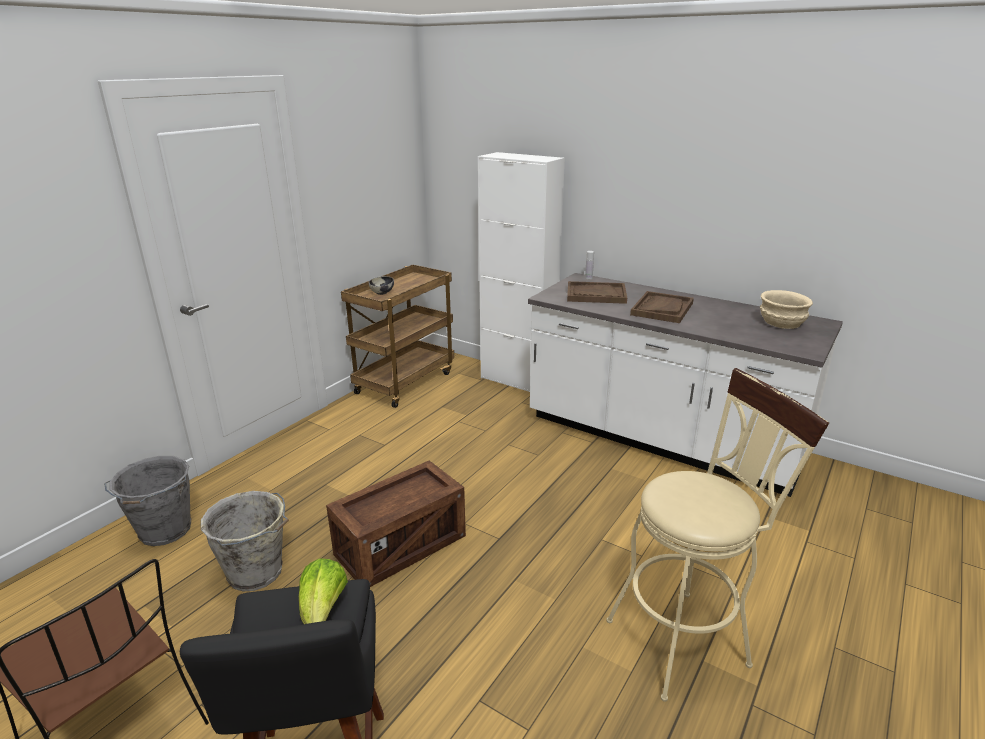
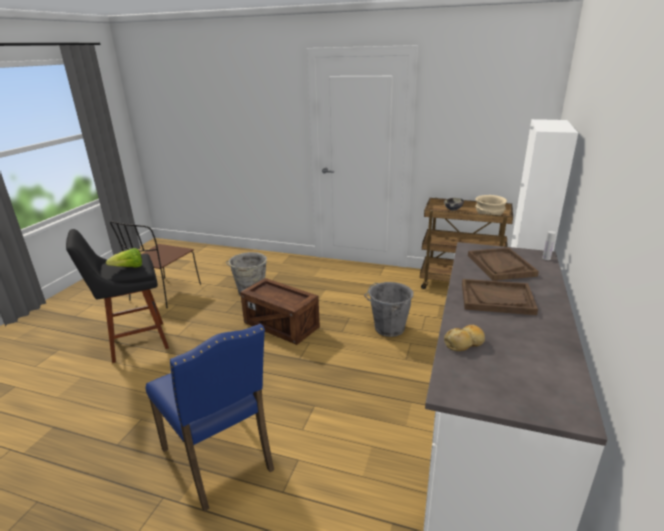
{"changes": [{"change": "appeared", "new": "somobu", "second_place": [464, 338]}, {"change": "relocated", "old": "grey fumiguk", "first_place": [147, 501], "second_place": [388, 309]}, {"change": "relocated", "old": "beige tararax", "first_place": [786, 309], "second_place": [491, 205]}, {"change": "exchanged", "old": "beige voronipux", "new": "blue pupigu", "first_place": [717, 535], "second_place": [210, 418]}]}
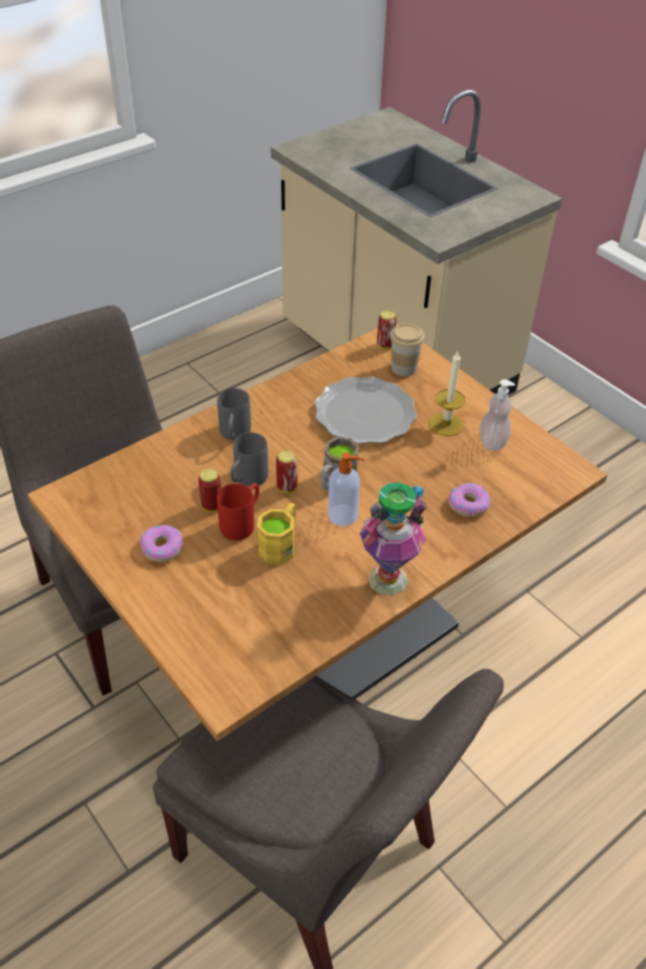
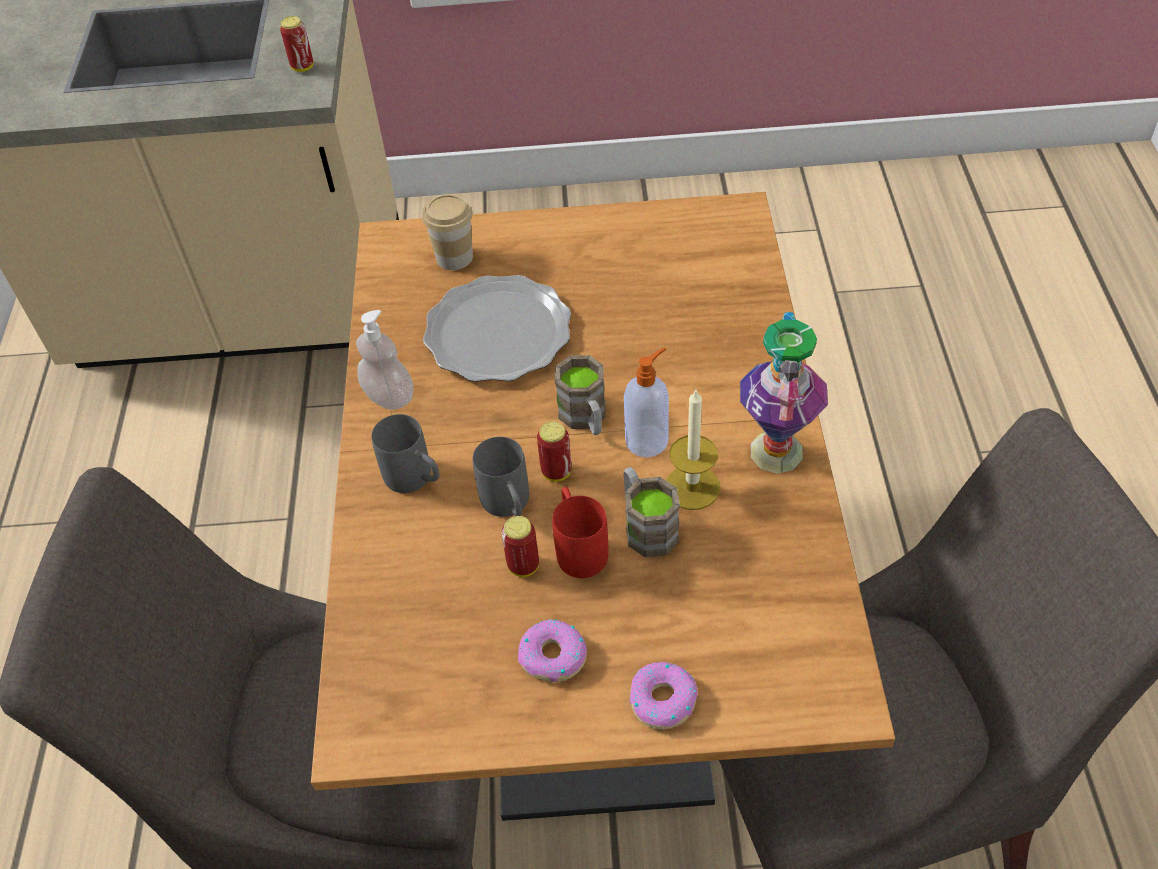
{"changes": [{"change": "relocated", "old": "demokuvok", "first_place": [386, 330], "second_place": [297, 44]}, {"change": "relocated", "old": "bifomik", "first_place": [447, 393], "second_place": [693, 450]}, {"change": "relocated", "old": "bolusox", "first_place": [469, 500], "second_place": [664, 696]}, {"change": "relocated", "old": "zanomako", "first_place": [497, 415], "second_place": [384, 360]}, {"change": "colour", "old": "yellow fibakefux", "new": "brown fibakefux", "first_place": [276, 534], "second_place": [651, 512]}]}
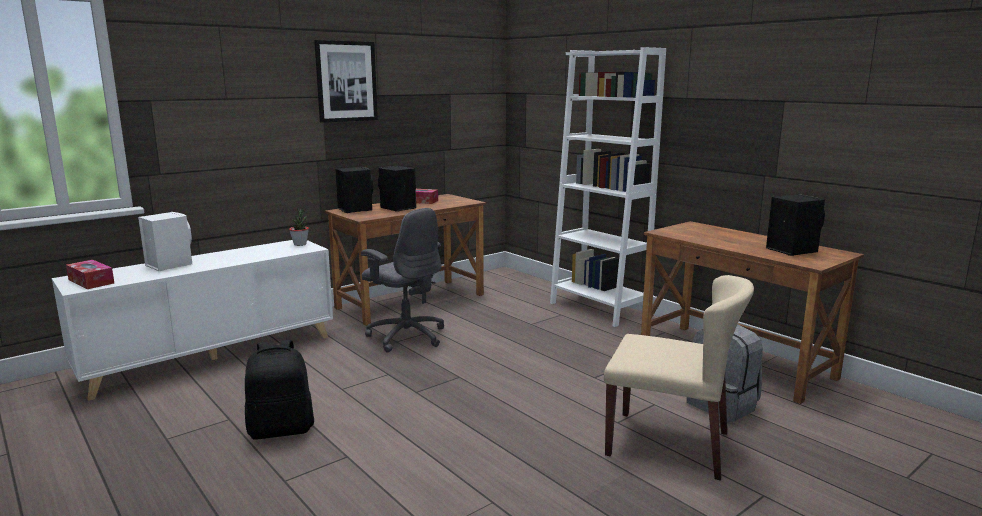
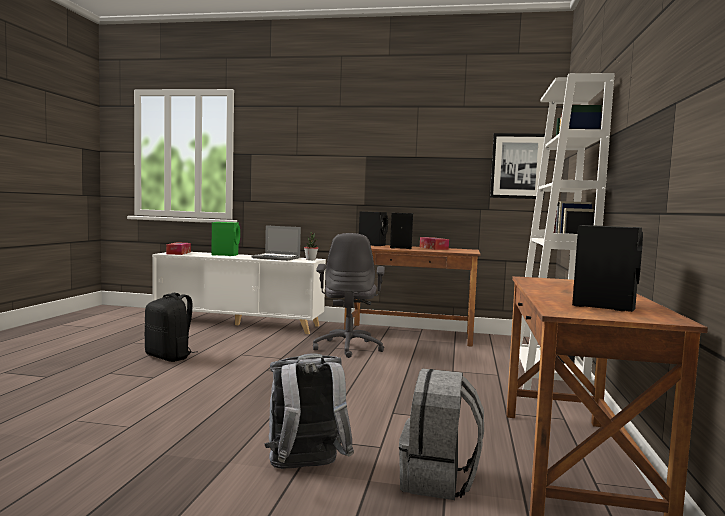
{"changes": [{"change": "appeared", "new": "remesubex", "second_place": [276, 243]}, {"change": "relocated", "old": "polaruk", "first_place": [346, 81], "second_place": [517, 166]}, {"change": "exchanged", "old": "beige pupigu", "new": "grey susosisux", "first_place": [679, 378], "second_place": [309, 411]}, {"change": "colour", "old": "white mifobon", "new": "green mifobon", "first_place": [165, 241], "second_place": [225, 239]}]}
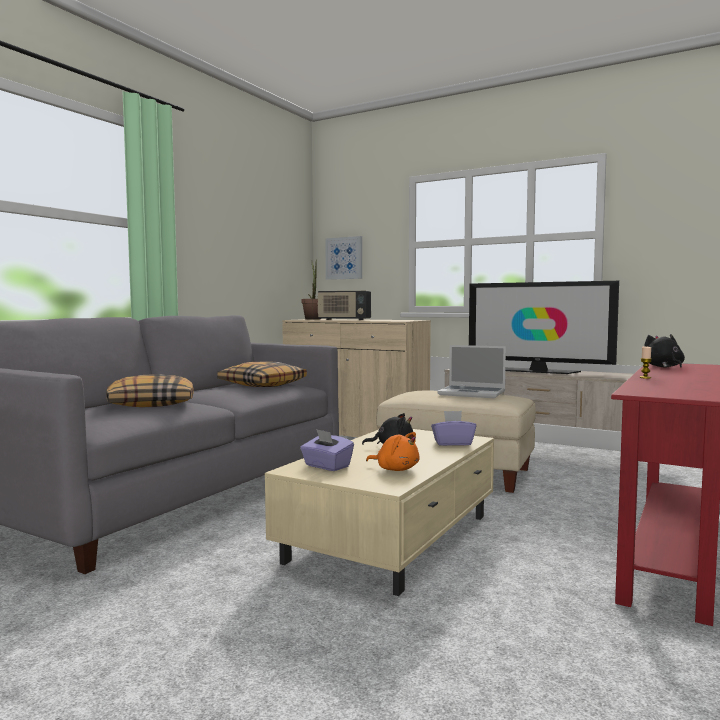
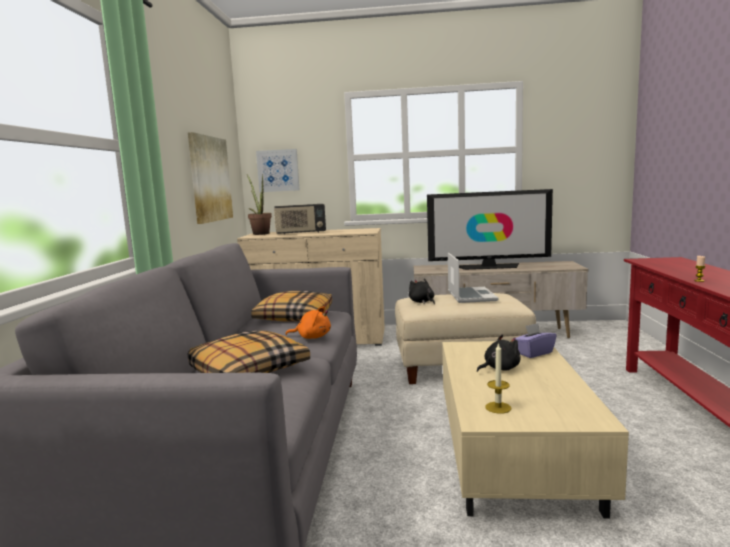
{"changes": [{"change": "appeared", "new": "polaruk", "second_place": [210, 178]}, {"change": "relocated", "old": "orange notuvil", "first_place": [393, 451], "second_place": [308, 322]}, {"change": "relocated", "old": "black notuvil", "first_place": [665, 351], "second_place": [422, 291]}, {"change": "exchanged", "old": "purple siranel", "new": "bifomik", "first_place": [327, 450], "second_place": [498, 378]}, {"change": "spun", "old": "remesubex", "first_place": [471, 371], "second_place": [473, 278], "degrees": -90}]}
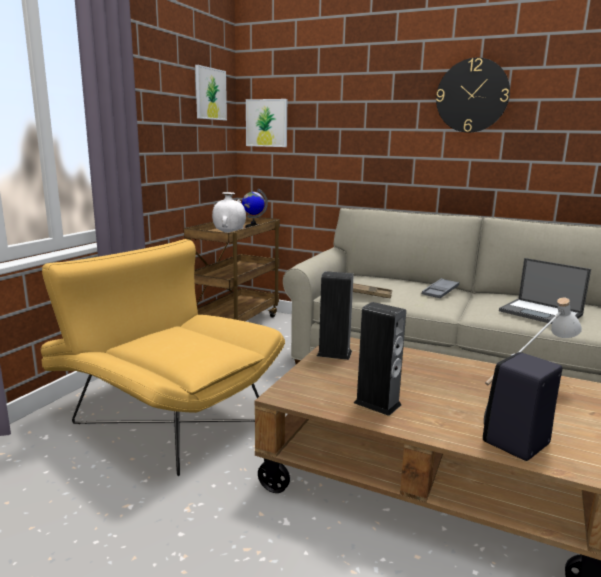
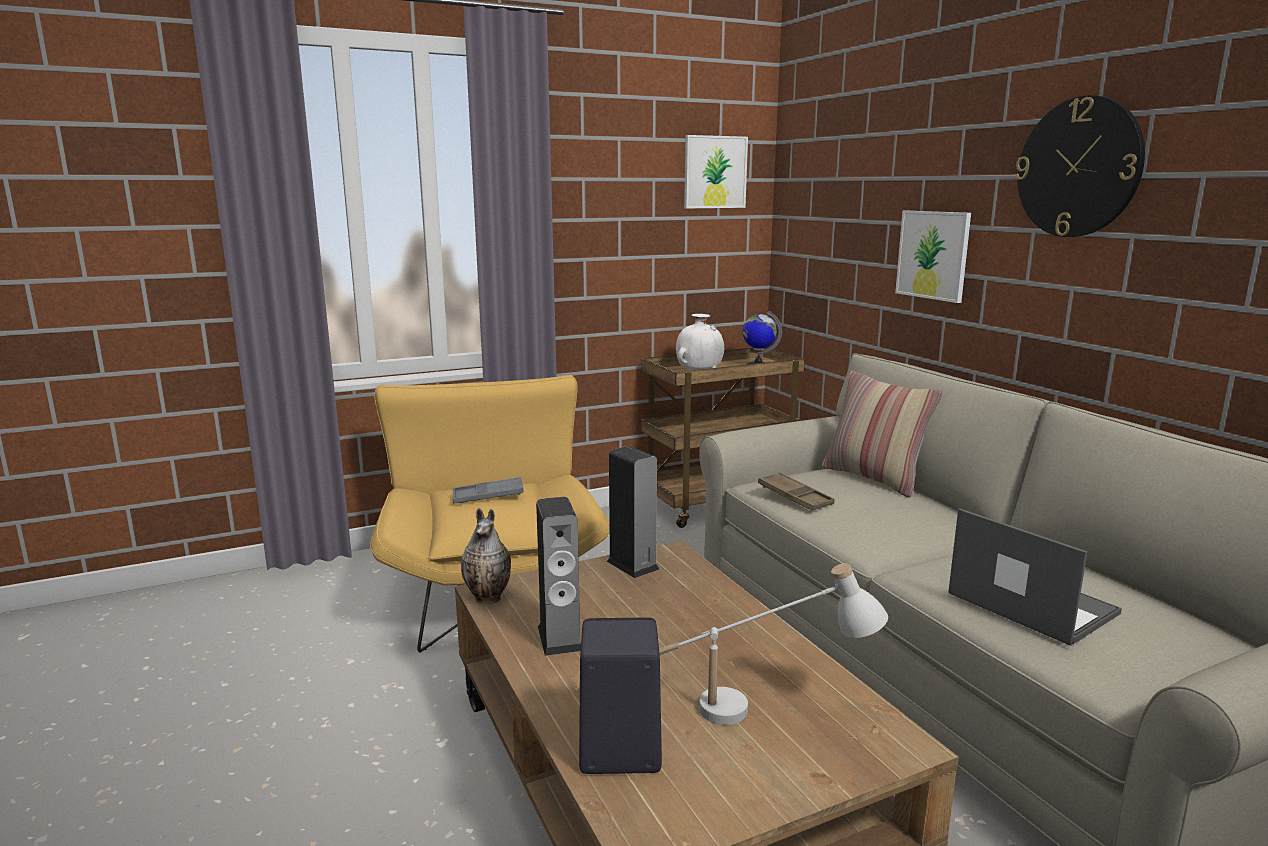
{"changes": [{"change": "appeared", "new": "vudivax", "second_place": [486, 556]}, {"change": "appeared", "new": "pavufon", "second_place": [882, 434]}, {"change": "relocated", "old": "polaruk", "first_place": [266, 123], "second_place": [933, 257]}, {"change": "relocated", "old": "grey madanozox", "first_place": [440, 288], "second_place": [488, 490]}, {"change": "spun", "old": "remesubex", "first_place": [545, 291], "second_place": [1035, 577], "degrees": 150}]}
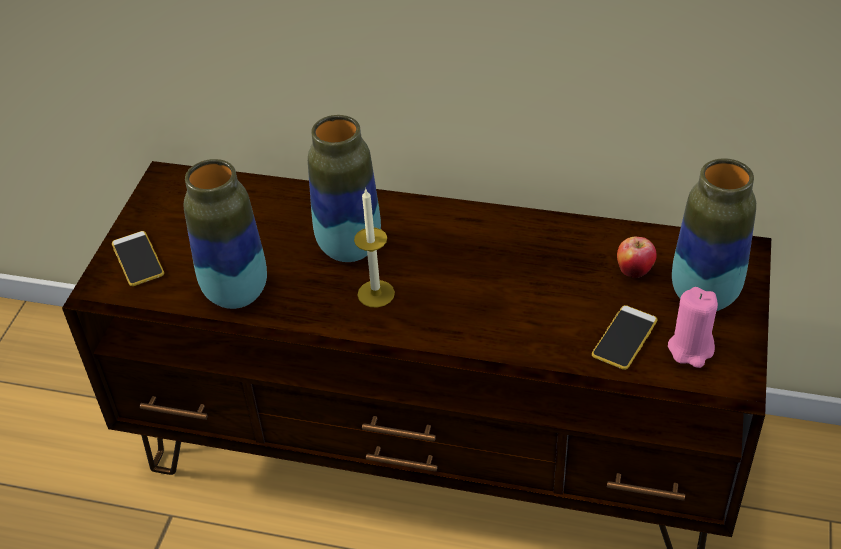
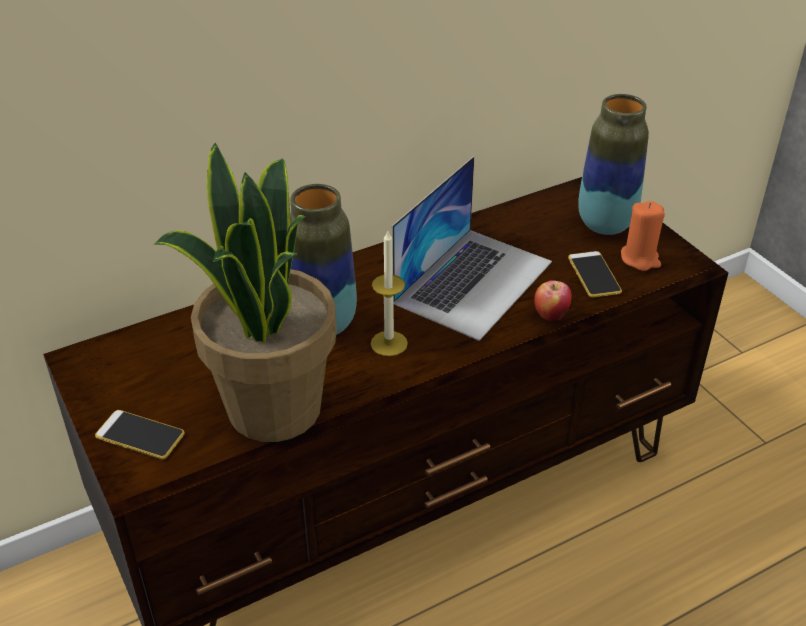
{"changes": [{"change": "appeared", "new": "remesubex", "second_place": [472, 248]}, {"change": "relocated", "old": "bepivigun", "first_place": [637, 257], "second_place": [553, 300]}, {"change": "exchanged", "old": "vudivax", "new": "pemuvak", "first_place": [225, 234], "second_place": [245, 292]}, {"change": "colour", "old": "pink bifomik", "new": "orange bifomik", "first_place": [693, 327], "second_place": [643, 236]}]}
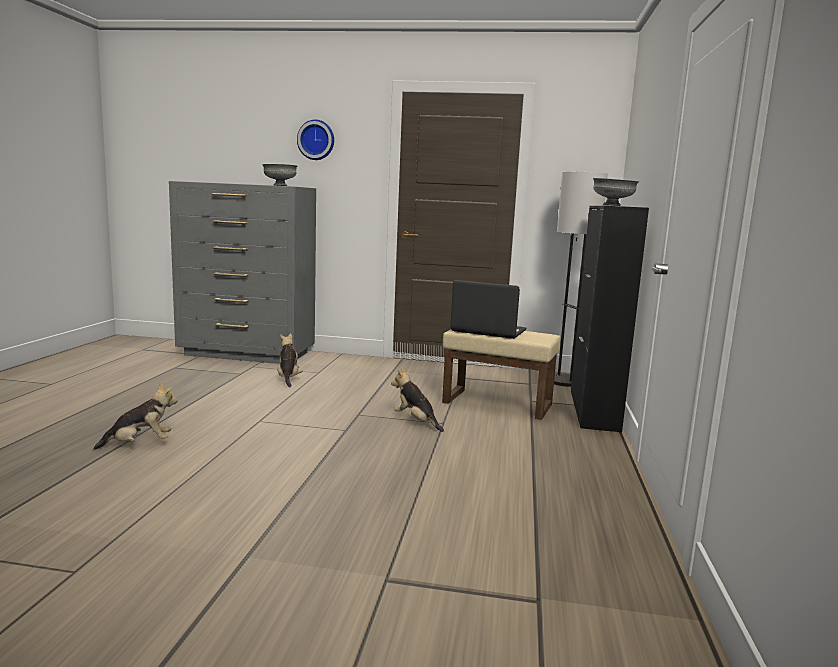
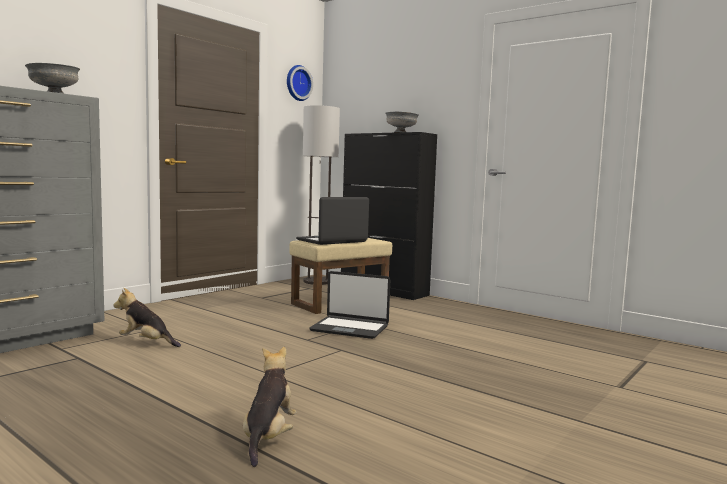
{"changes": [{"change": "relocated", "old": "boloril", "first_place": [315, 140], "second_place": [300, 83]}, {"change": "exchanged", "old": "notuvil", "new": "remesubex", "first_place": [417, 400], "second_place": [349, 305]}]}
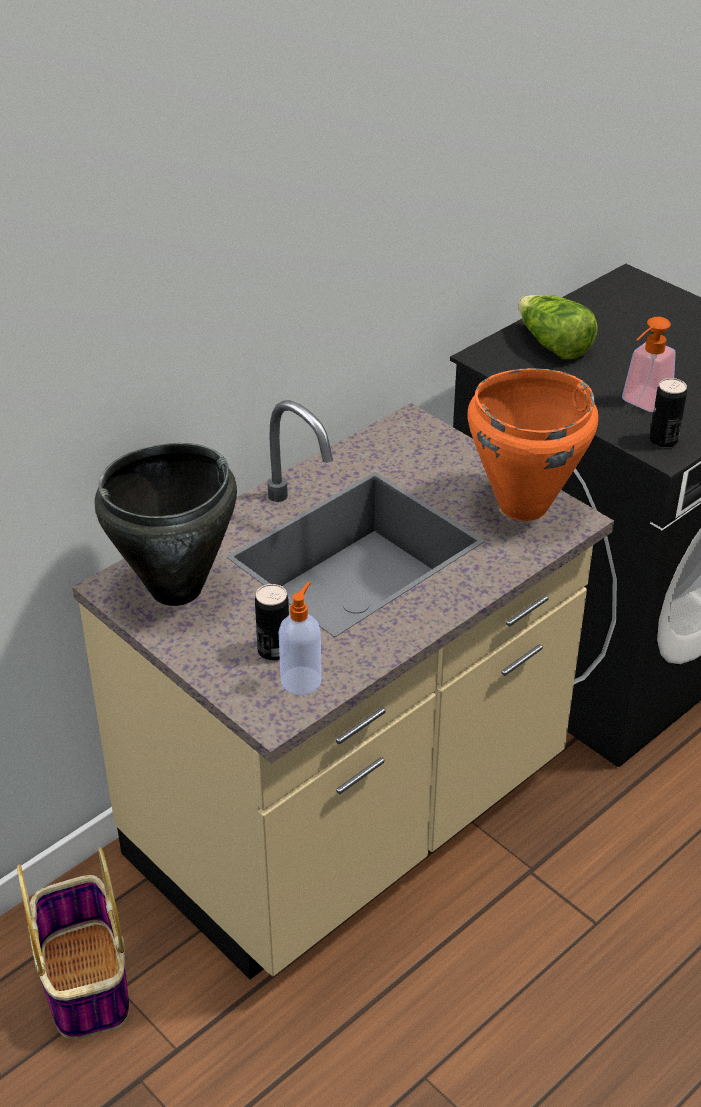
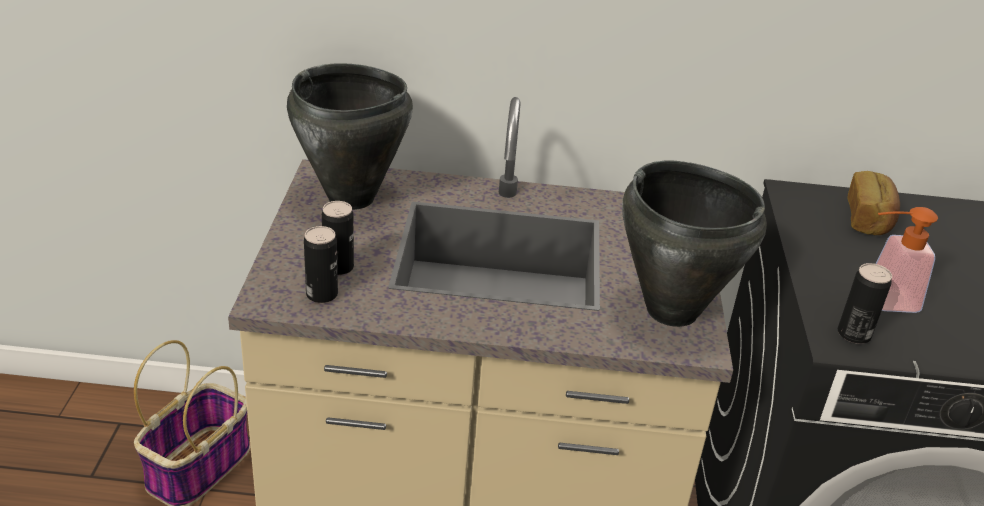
{"changes": [{"change": "exchanged", "old": "zanomako", "new": "demokuvok", "first_place": [300, 638], "second_place": [321, 264]}, {"change": "exchanged", "old": "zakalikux", "new": "somobu", "first_place": [558, 327], "second_place": [873, 203]}, {"change": "colour", "old": "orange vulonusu", "new": "black vulonusu", "first_place": [533, 444], "second_place": [694, 243]}]}
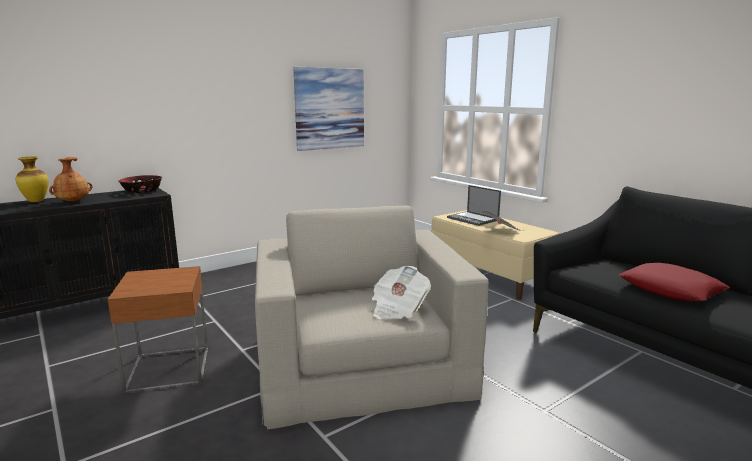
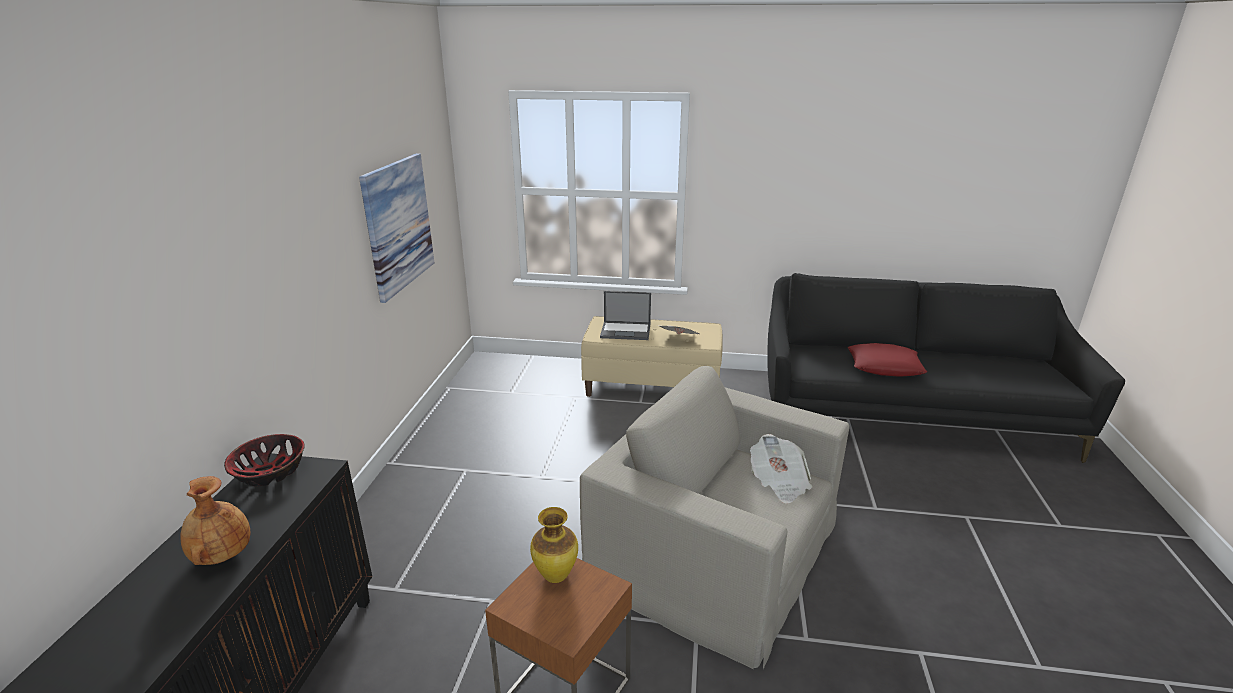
{"changes": [{"change": "relocated", "old": "vudivax", "first_place": [32, 179], "second_place": [554, 545]}]}
